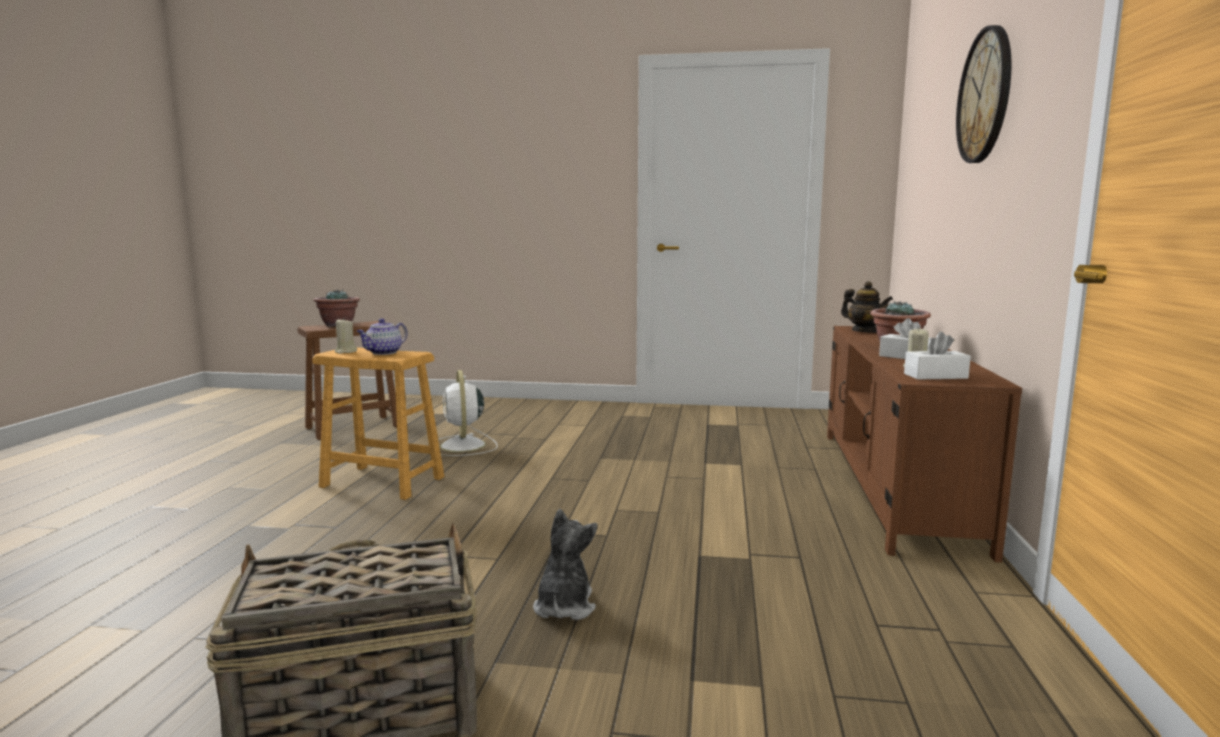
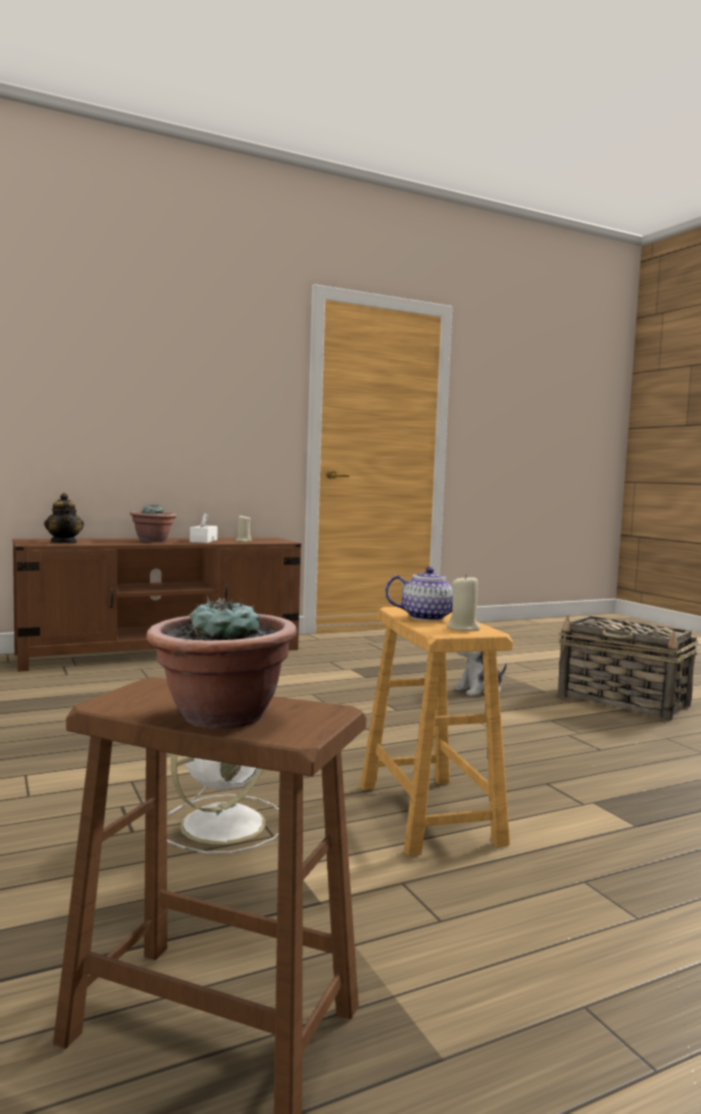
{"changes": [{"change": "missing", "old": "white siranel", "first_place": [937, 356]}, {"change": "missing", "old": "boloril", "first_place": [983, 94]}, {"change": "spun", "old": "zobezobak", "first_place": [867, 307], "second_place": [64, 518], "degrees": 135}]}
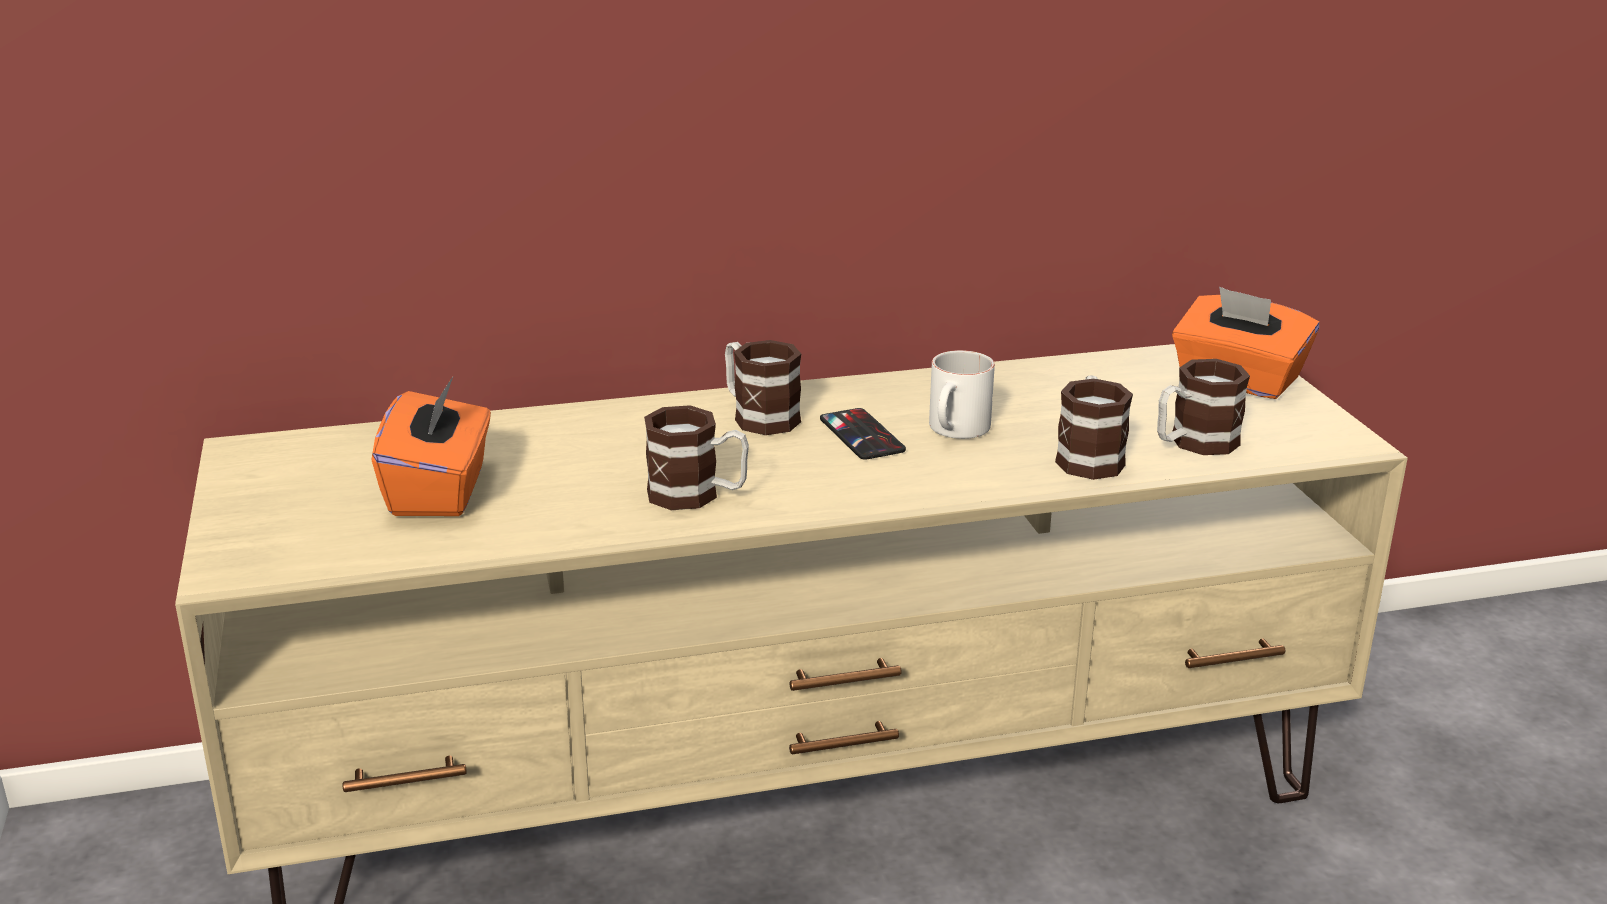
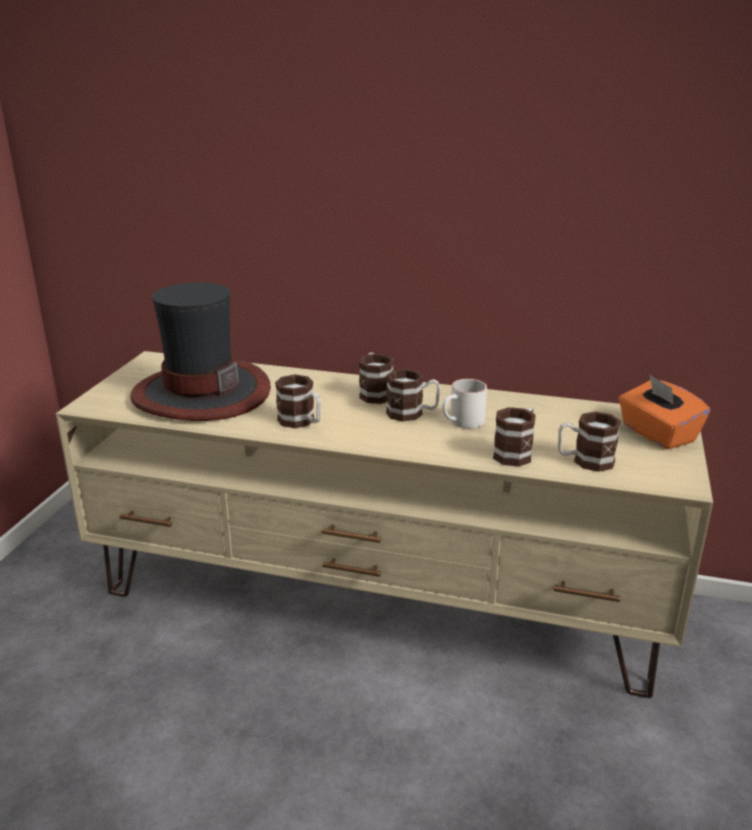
{"changes": [{"change": "exchanged", "old": "orange siranel", "new": "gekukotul", "first_place": [431, 446], "second_place": [200, 351]}, {"change": "exchanged", "old": "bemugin", "new": "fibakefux", "first_place": [863, 434], "second_place": [413, 395]}]}
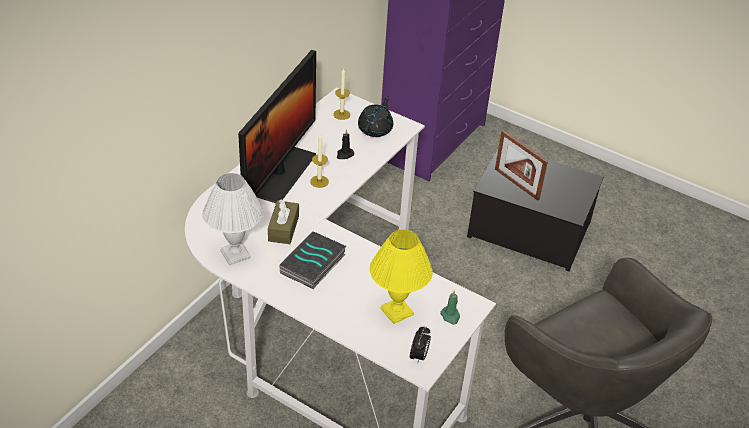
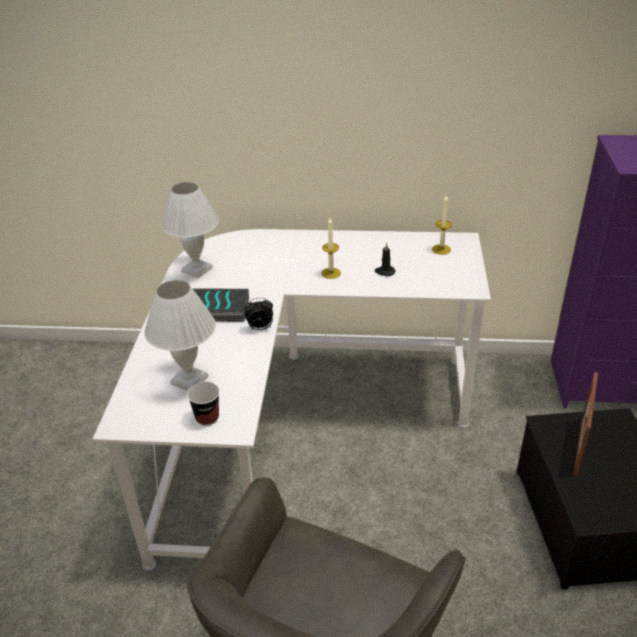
{"changes": [{"change": "missing", "old": "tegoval", "first_place": [277, 126]}, {"change": "missing", "old": "brown siranel", "first_place": [283, 221]}, {"change": "missing", "old": "black zobezobak", "first_place": [375, 116]}, {"change": "relocated", "old": "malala", "first_place": [420, 345], "second_place": [258, 314]}, {"change": "exchanged", "old": "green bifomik", "new": "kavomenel", "first_place": [450, 307], "second_place": [203, 404]}, {"change": "colour", "old": "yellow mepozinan", "new": "white mepozinan", "first_place": [401, 276], "second_place": [180, 335]}]}
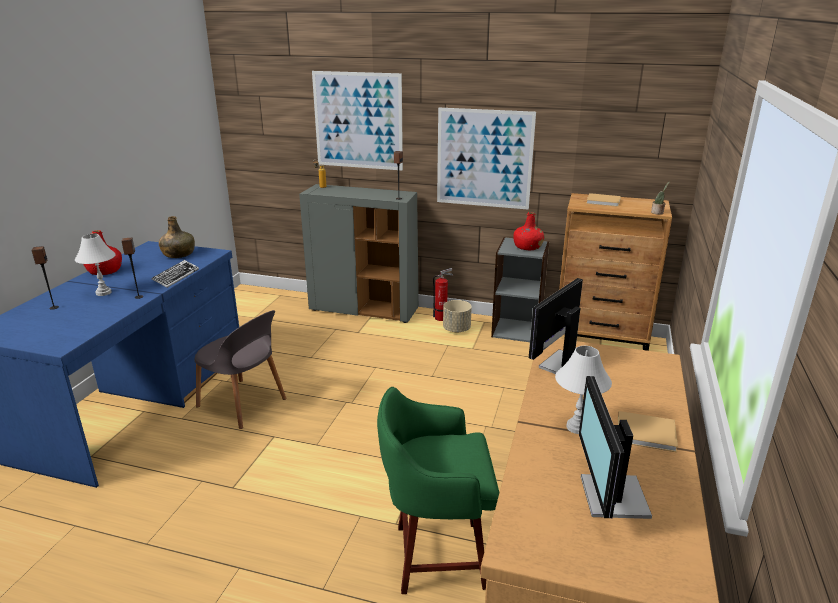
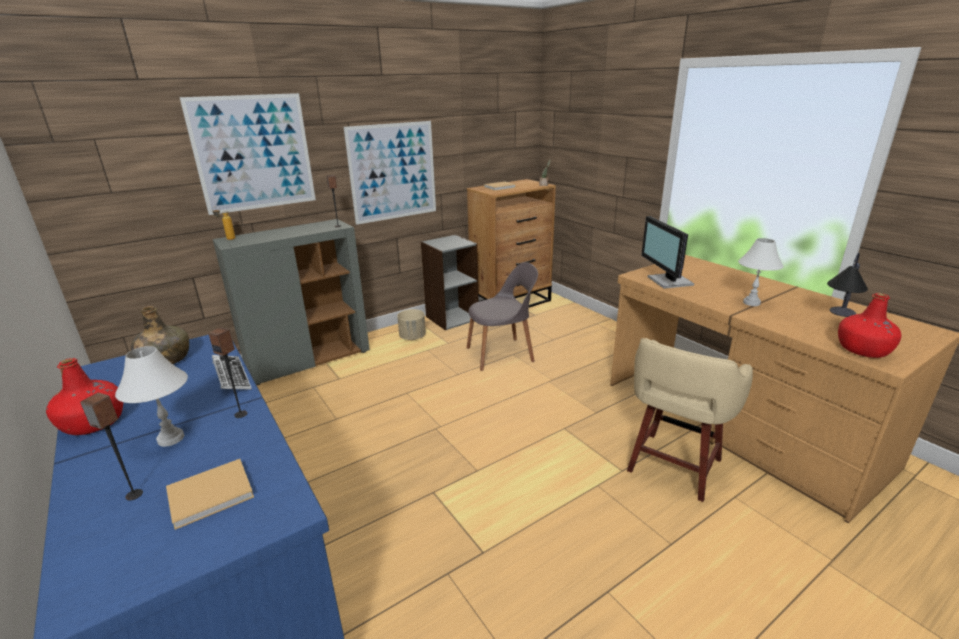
{"changes": [{"change": "missing", "old": "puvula", "first_place": [443, 294]}, {"change": "relocated", "old": "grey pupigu", "first_place": [240, 369], "second_place": [502, 316]}, {"change": "relocated", "old": "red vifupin", "first_place": [528, 231], "second_place": [869, 325]}, {"change": "relocated", "old": "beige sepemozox", "first_place": [648, 431], "second_place": [210, 494]}, {"change": "exchanged", "old": "tegoval", "new": "mepozinan", "first_place": [615, 447], "second_place": [847, 285]}, {"change": "colour", "old": "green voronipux", "new": "beige voronipux", "first_place": [438, 490], "second_place": [690, 420]}]}
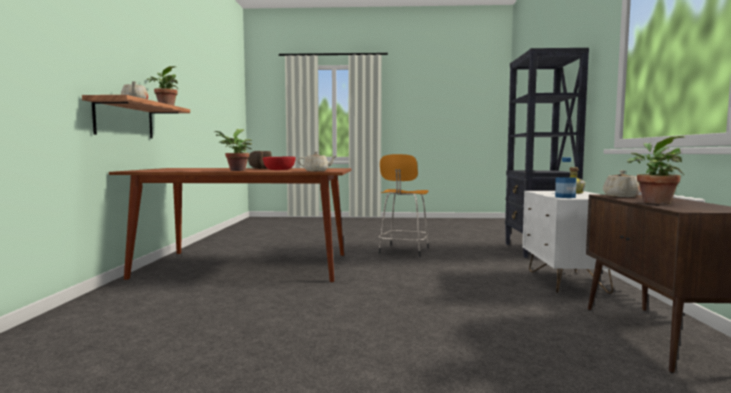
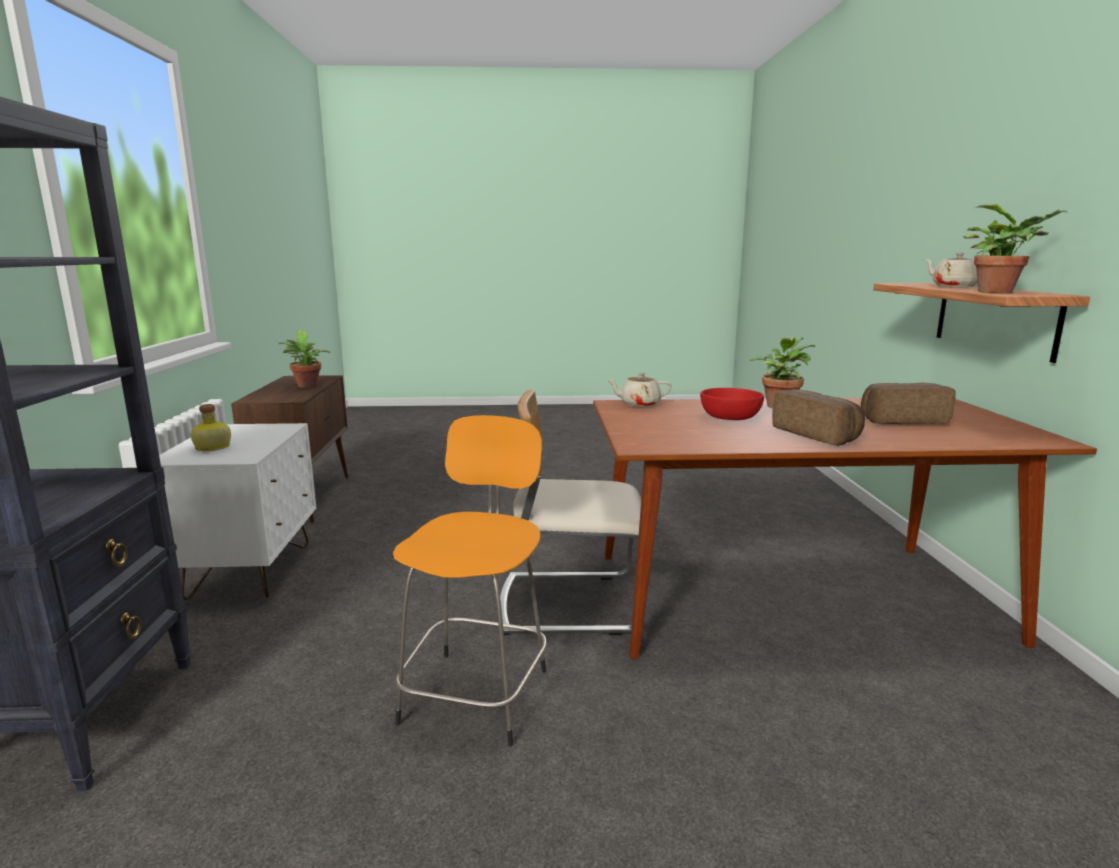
{"changes": [{"change": "missing", "old": "vifupin", "first_place": [565, 177]}, {"change": "missing", "old": "beige zobezobak", "first_place": [622, 183]}, {"change": "appeared", "new": "beige pupigu", "second_place": [572, 512]}, {"change": "appeared", "new": "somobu", "second_place": [908, 403]}]}
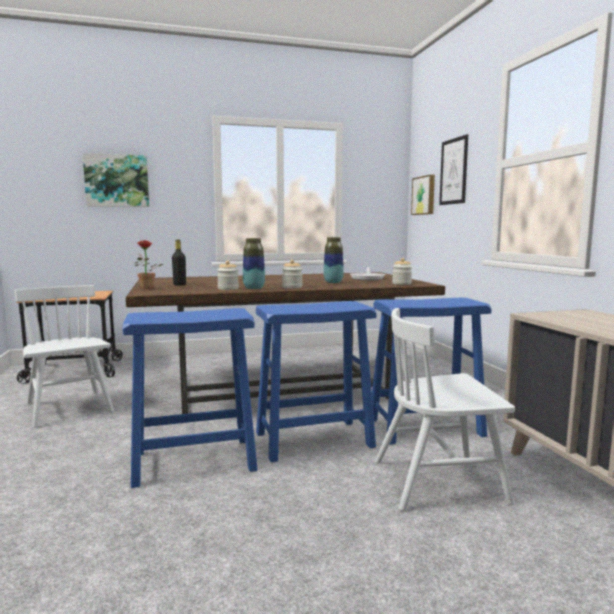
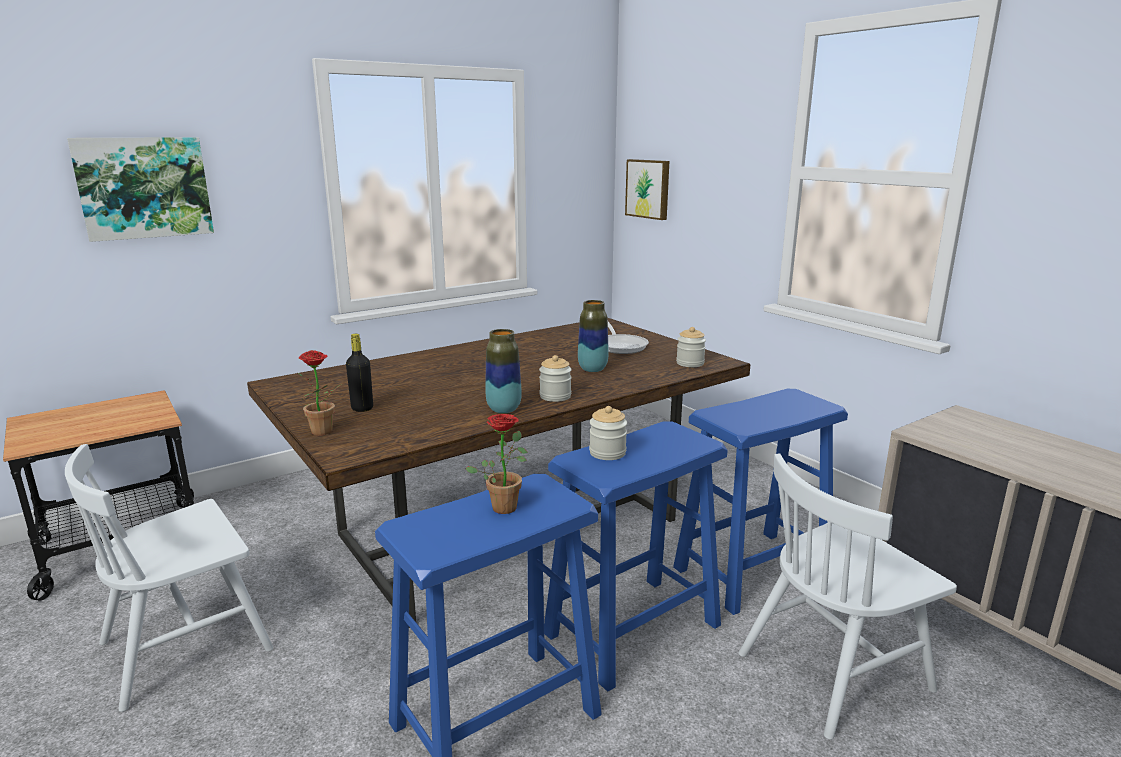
{"changes": [{"change": "missing", "old": "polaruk", "first_place": [453, 169]}, {"change": "appeared", "new": "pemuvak", "second_place": [496, 464]}, {"change": "relocated", "old": "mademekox", "first_place": [228, 275], "second_place": [608, 433]}, {"change": "spun", "old": "white pupigu", "first_place": [64, 356], "second_place": [169, 578], "degrees": -75}]}
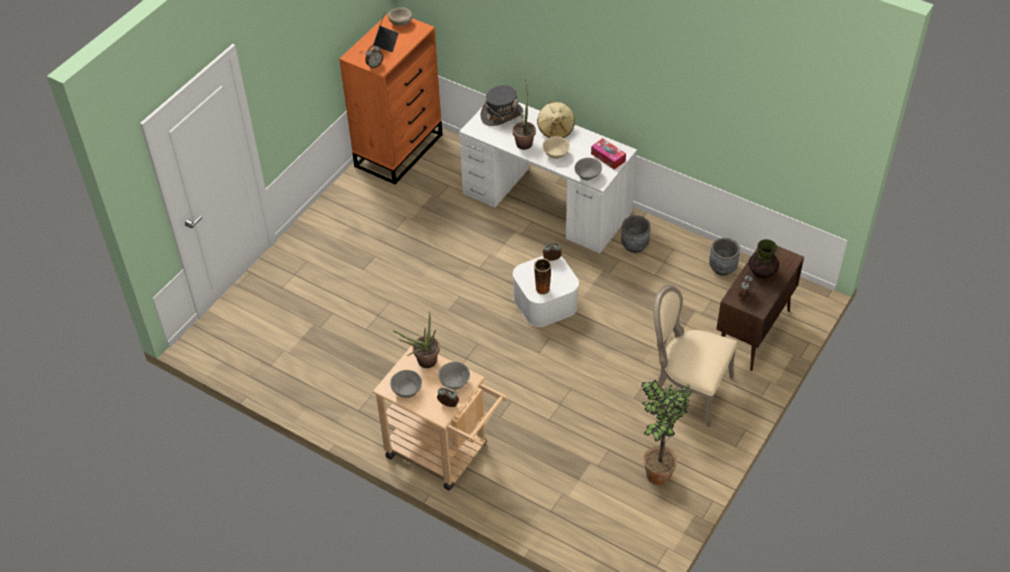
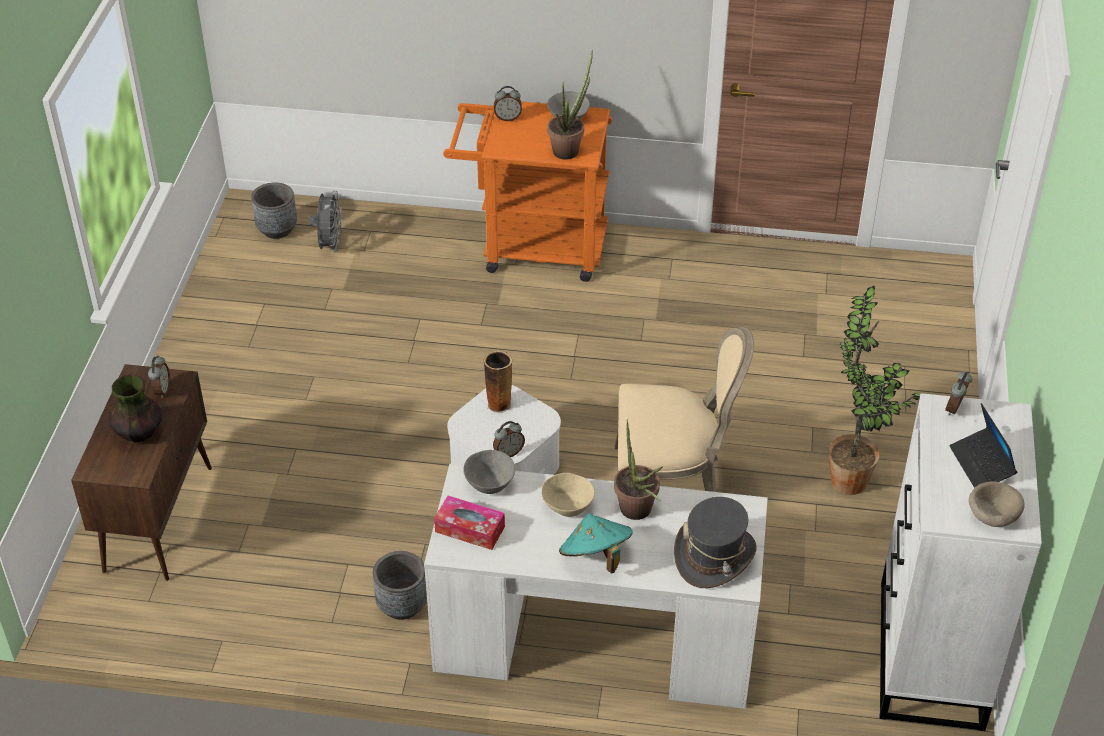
{"changes": [{"change": "missing", "old": "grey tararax", "first_place": [454, 376]}, {"change": "appeared", "new": "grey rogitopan", "second_place": [325, 221]}, {"change": "relocated", "old": "pemuvak", "first_place": [667, 432], "second_place": [875, 390]}, {"change": "relocated", "old": "beige pupigu", "first_place": [695, 356], "second_place": [684, 409]}, {"change": "relocated", "old": "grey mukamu", "first_place": [724, 256], "second_place": [274, 210]}, {"change": "colour", "old": "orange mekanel", "new": "white mekanel", "first_place": [391, 99], "second_place": [961, 562]}, {"change": "colour", "old": "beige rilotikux", "new": "orange rilotikux", "first_place": [439, 417], "second_place": [527, 191]}, {"change": "colour", "old": "beige gekukotul", "new": "turquoise gekukotul", "first_place": [556, 119], "second_place": [596, 543]}]}
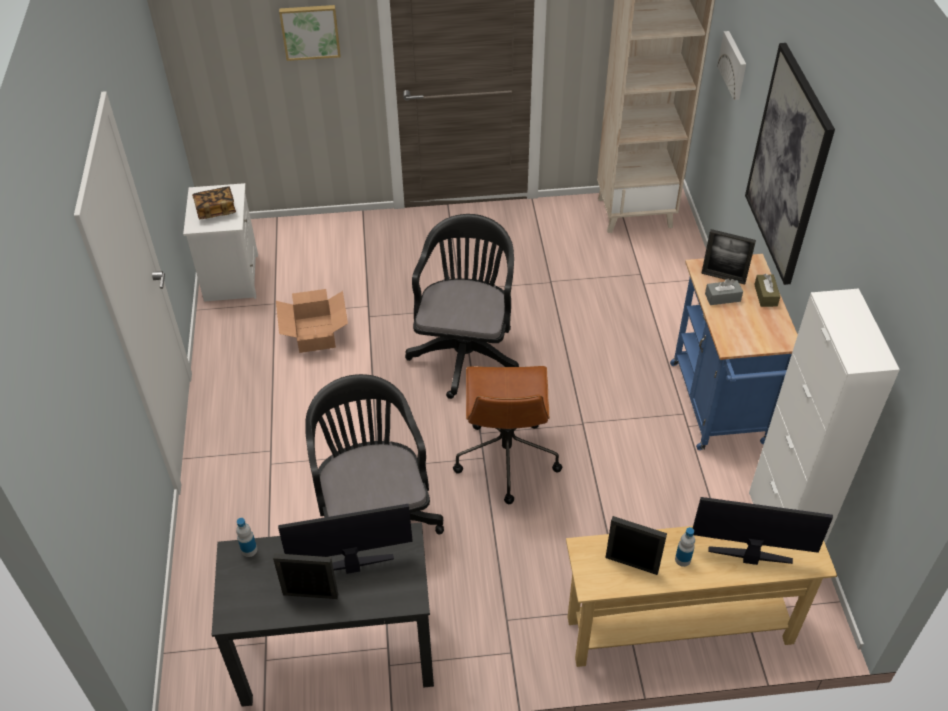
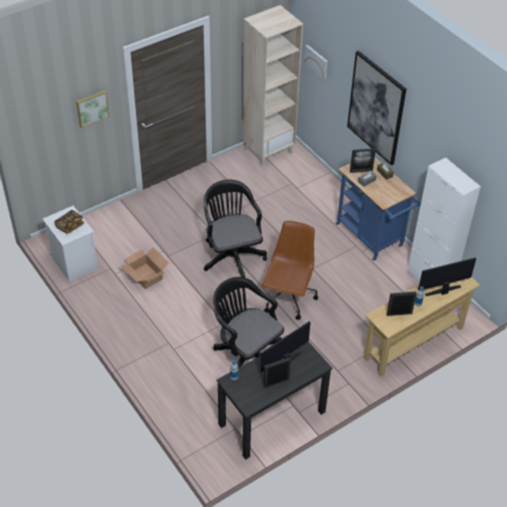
{"changes": [{"change": "spun", "old": "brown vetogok", "first_place": [507, 435], "second_place": [289, 270], "degrees": -135}]}
